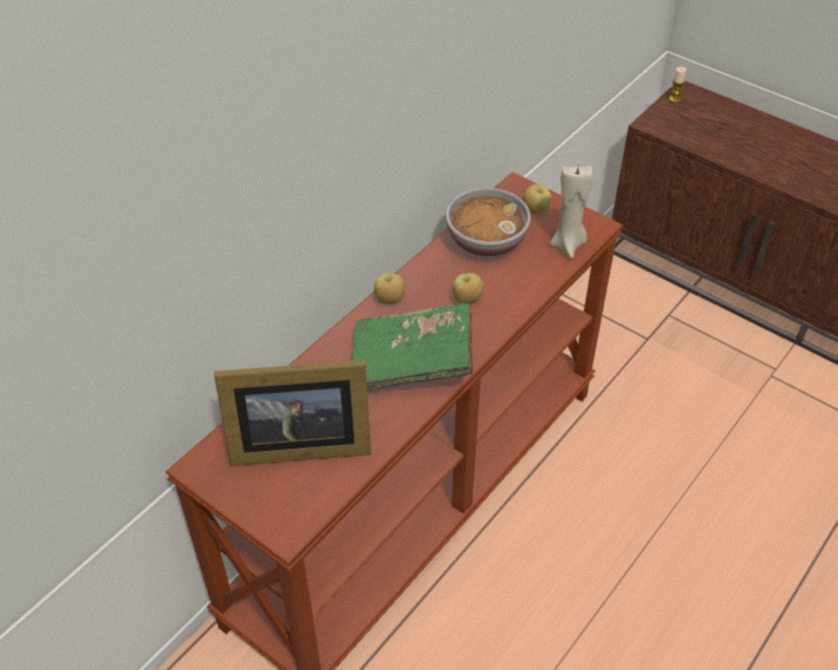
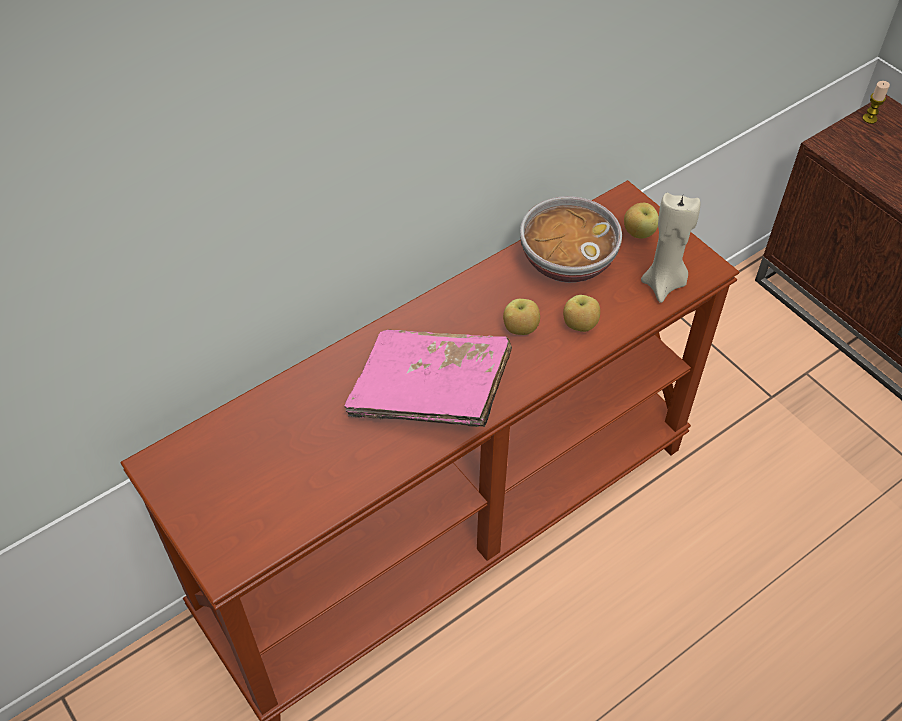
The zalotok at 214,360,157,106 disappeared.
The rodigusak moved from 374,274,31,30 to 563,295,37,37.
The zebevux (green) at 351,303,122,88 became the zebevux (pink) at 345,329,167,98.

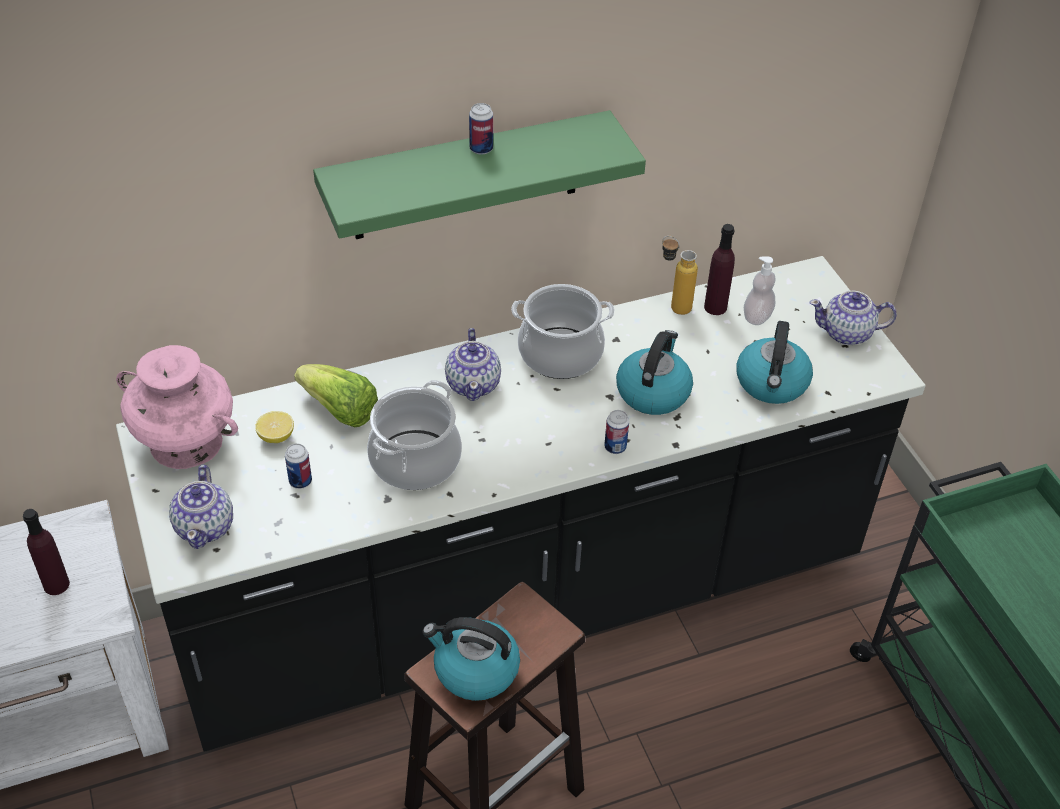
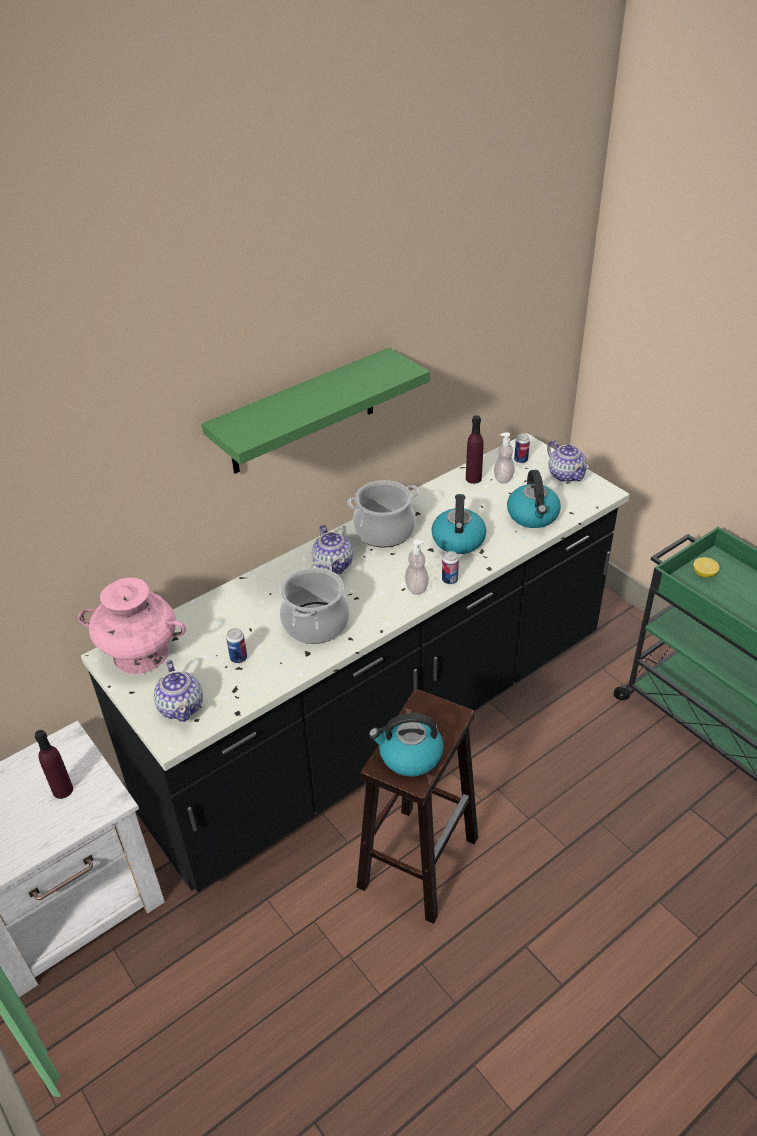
The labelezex at 294,364,84,63 disappeared.
The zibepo at 662,236,36,79 disappeared.
The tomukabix at 405,539,24,56 appeared.
The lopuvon moved from 255,411,39,32 to 693,557,27,21.
The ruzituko moved from 469,103,24,52 to 514,434,16,29.
The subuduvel at 809,291,88,54 turned 105 degrees counterclockwise.

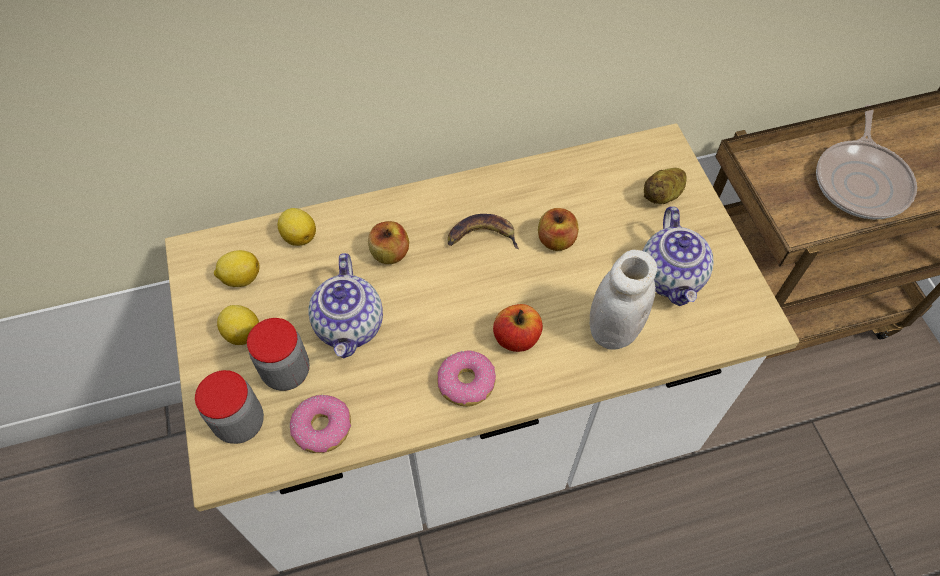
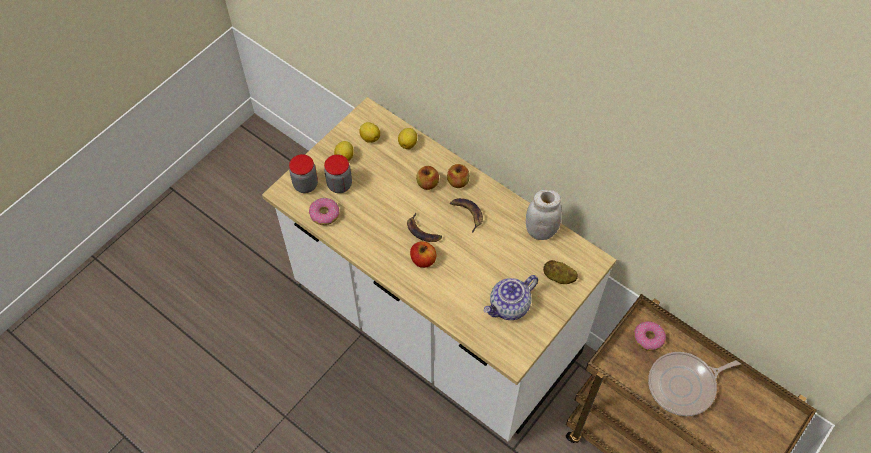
The subuduvel at 309,253,74,106 disappeared.
The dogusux at 407,213,35,29 appeared.
The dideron moved from 437,351,59,56 to 634,321,32,30.
The rodigusak moved from 538,208,41,43 to 447,164,23,24.
The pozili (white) moved from 590,250,67,99 to 526,190,36,50.

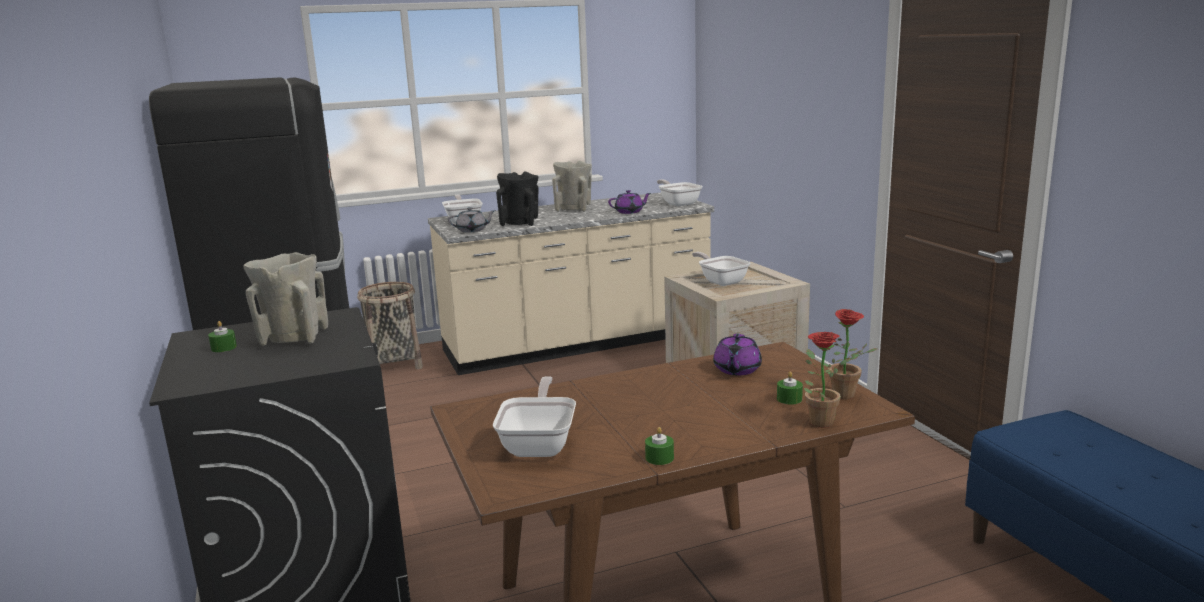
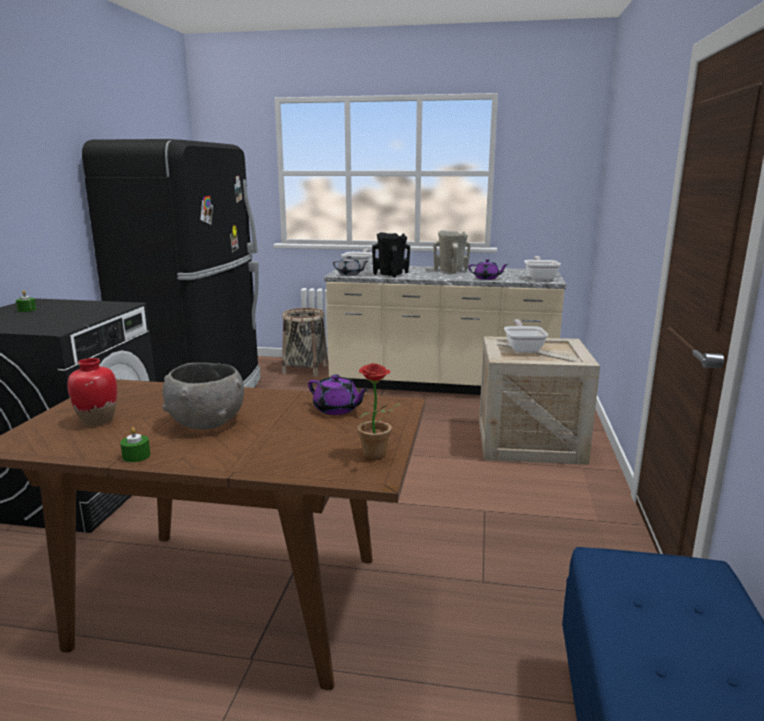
The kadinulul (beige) at 243,252,85,94 disappeared.
The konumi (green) at 777,371,26,33 disappeared.
The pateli at 804,332,44,96 disappeared.
The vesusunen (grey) at 162,363,82,66 appeared.
The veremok at 493,376,83,81 was replaced by the kadinulul (red) at 67,358,50,68.
The subuduvel (purple) at 713,333,49,42 turned 105 degrees counterclockwise.

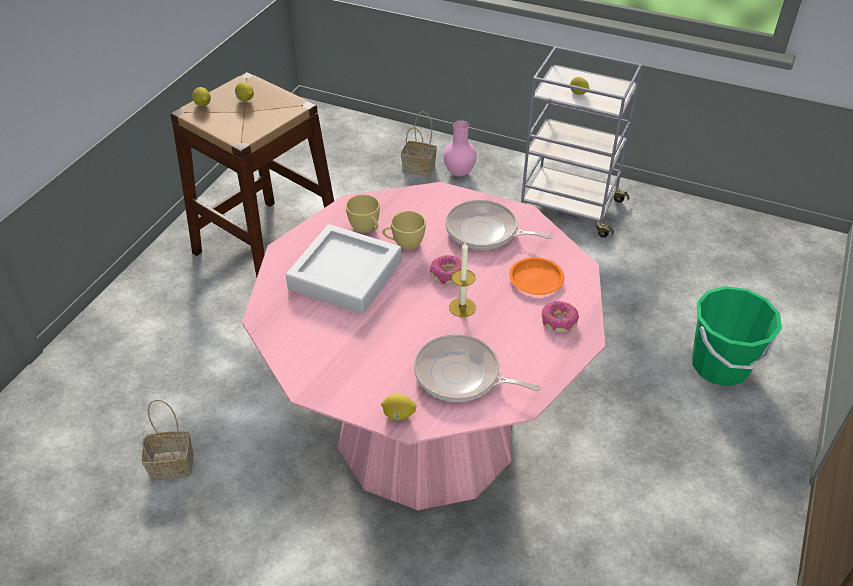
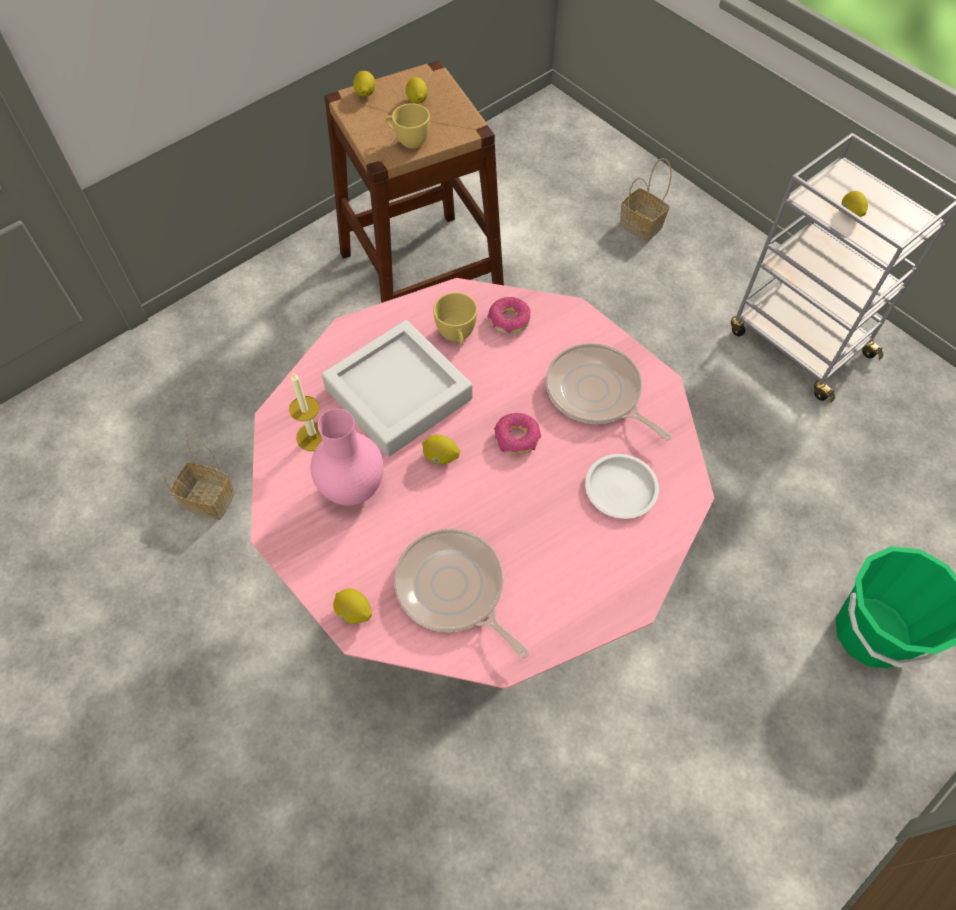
The lopuvon at 422,434,38,31 appeared.
The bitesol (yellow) moved from 382,211,44,39 to 385,103,45,46.
The kadinulul (pink) moved from 444,120,33,57 to 310,409,74,97.
The konumi moved from 449,242,27,75 to 289,373,33,78.
The dideron moved from 541,301,38,31 to 488,297,43,37.
The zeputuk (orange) at 509,257,55,38 became the zeputuk (white) at 585,454,74,65.

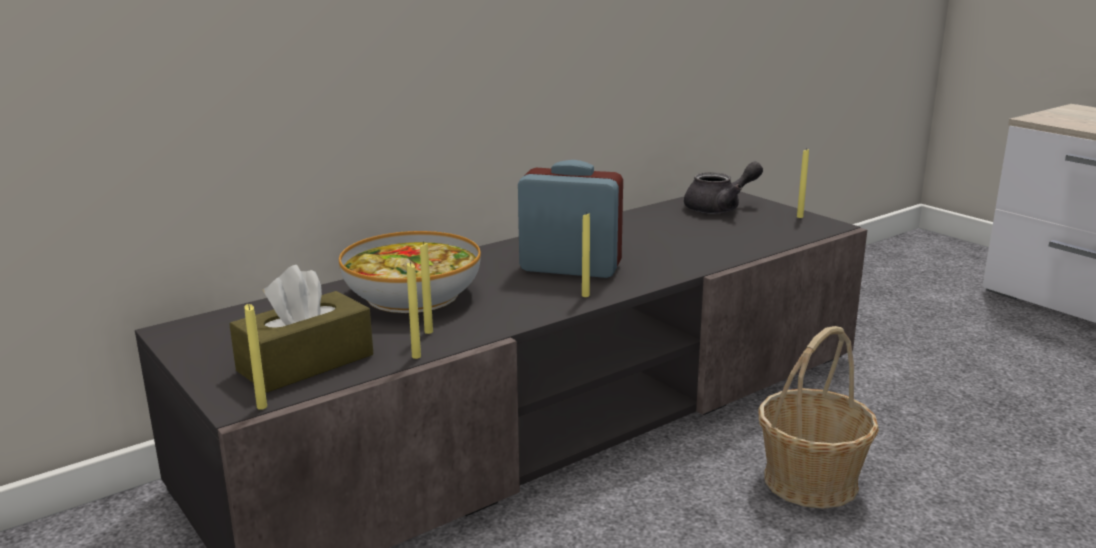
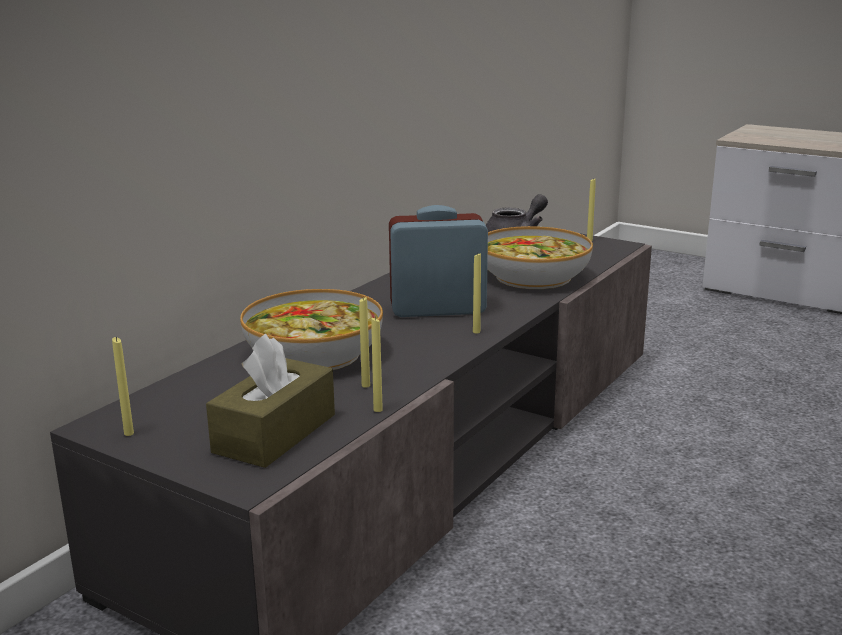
The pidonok at 758,326,121,183 disappeared.
The vesusunen at 487,226,106,63 appeared.
The konumi (yellow) moved from 244,304,23,106 to 112,337,22,99.

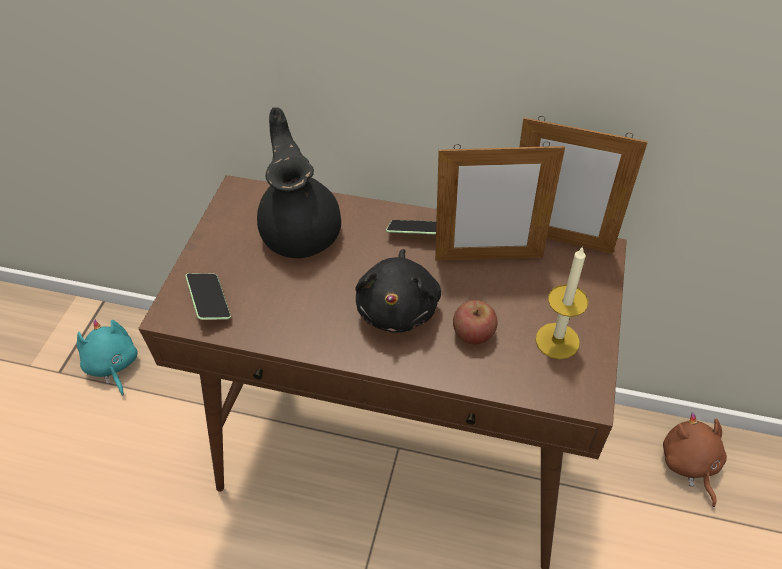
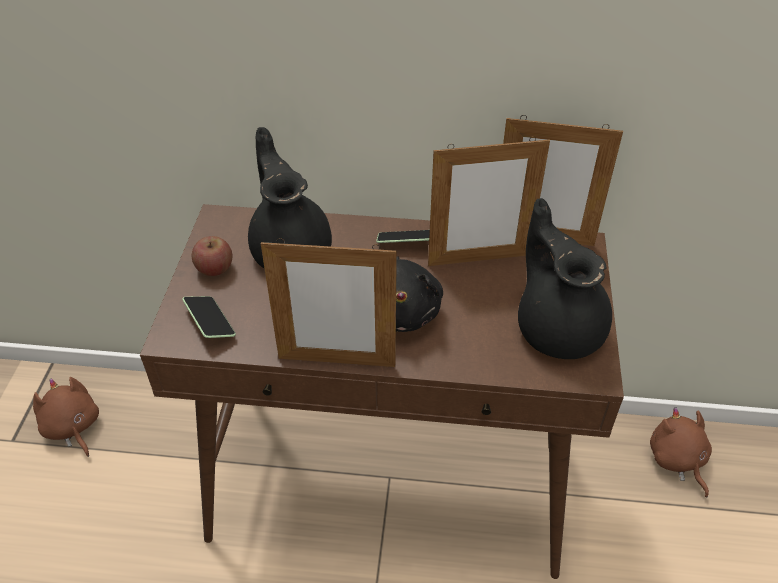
The zalotok at 261,238,136,129 appeared.
The rodigusak moved from 453,300,44,44 to 192,236,41,40.
The konumi at 535,246,53,113 was replaced by the subuduvel (black) at 518,198,94,161.
The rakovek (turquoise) at 77,319,60,77 became the rakovek (brown) at 33,377,66,80.

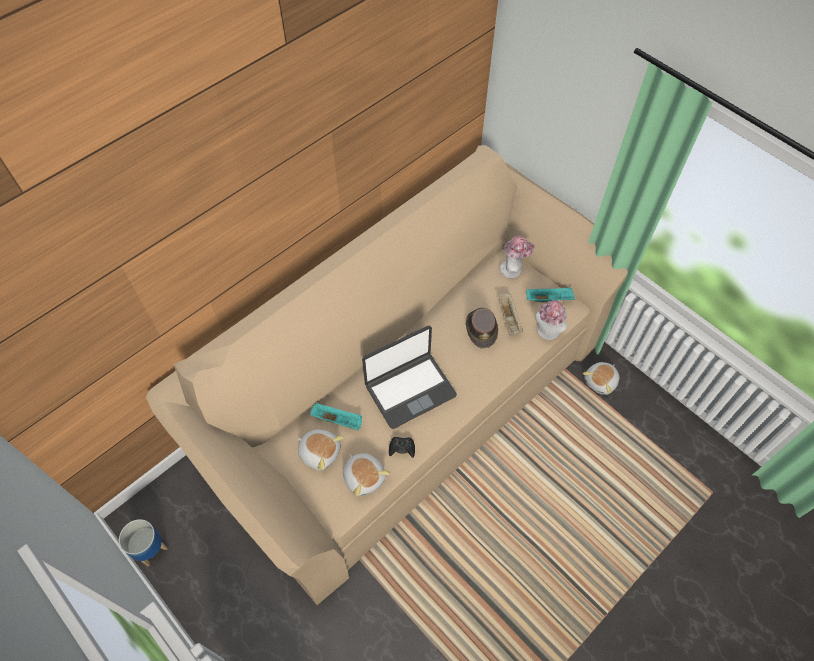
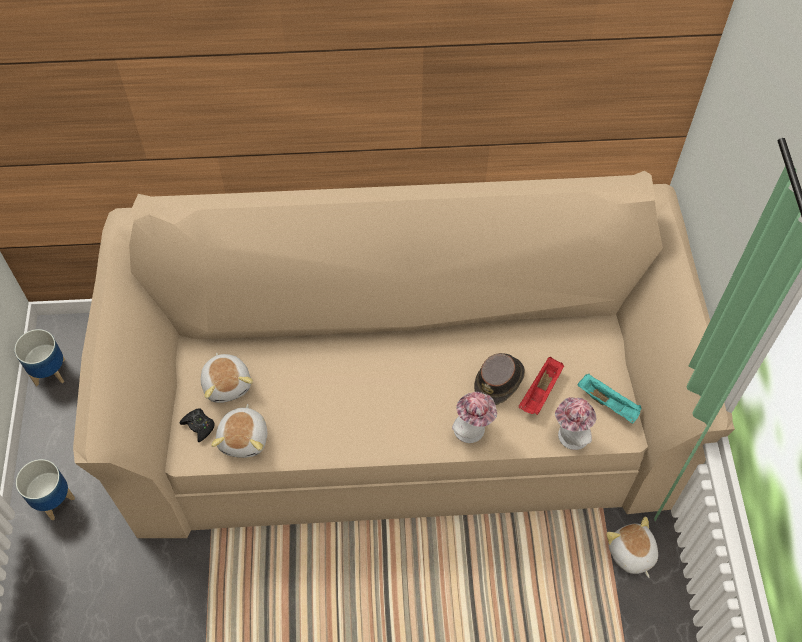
The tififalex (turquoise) at 310,403,52,28 disappeared.
The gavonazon at 362,326,95,103 disappeared.
The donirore at 16,459,59,61 appeared.
The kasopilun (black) moved from 389,437,26,21 to 180,408,35,34.
The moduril moved from 500,236,35,42 to 452,392,45,51.
The tififalex (beige) at 498,293,25,42 became the tififalex (red) at 518,357,46,58.
The rakovek at 583,362,37,33 turned 75 degrees clockwise.

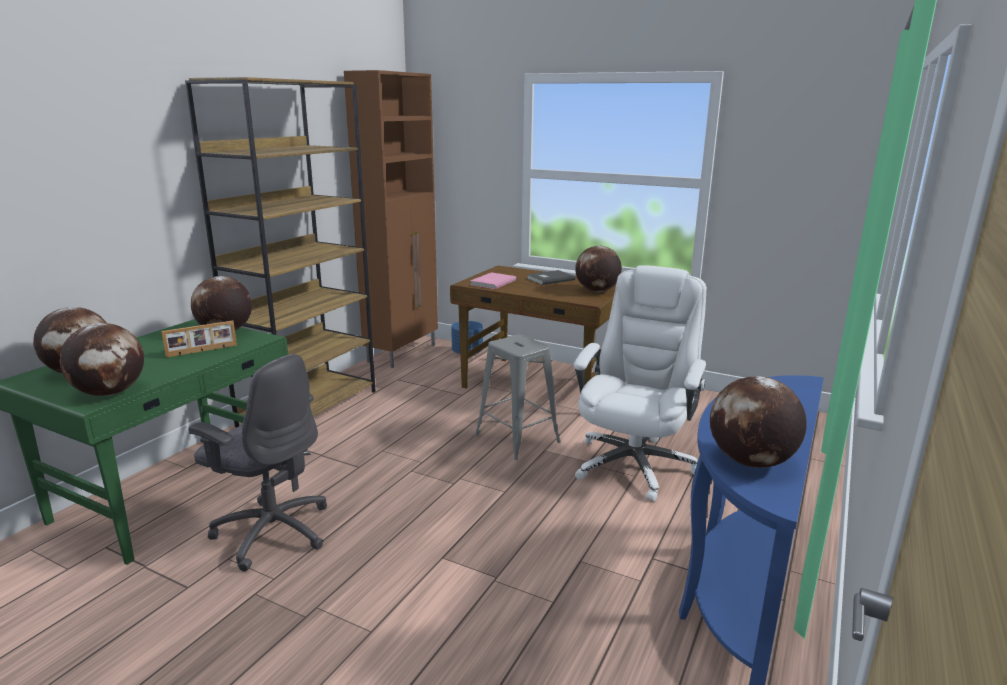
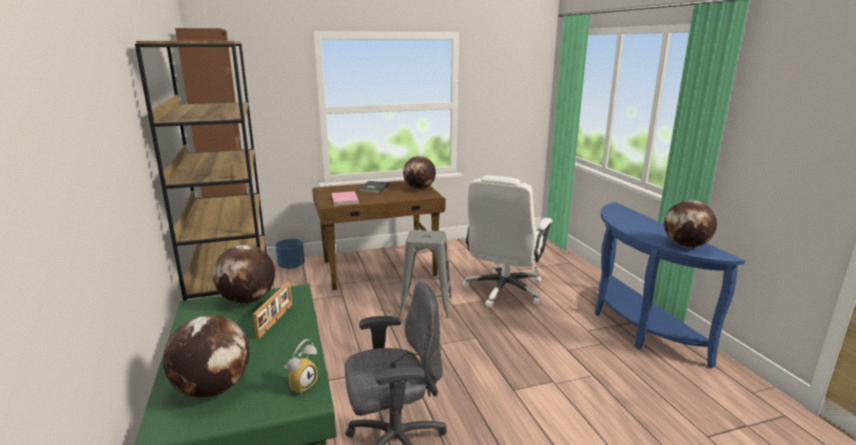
The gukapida at 60,323,84,73 was replaced by the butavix at 284,339,34,56.
The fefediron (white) at 574,265,132,237 turned 135 degrees counterclockwise.

